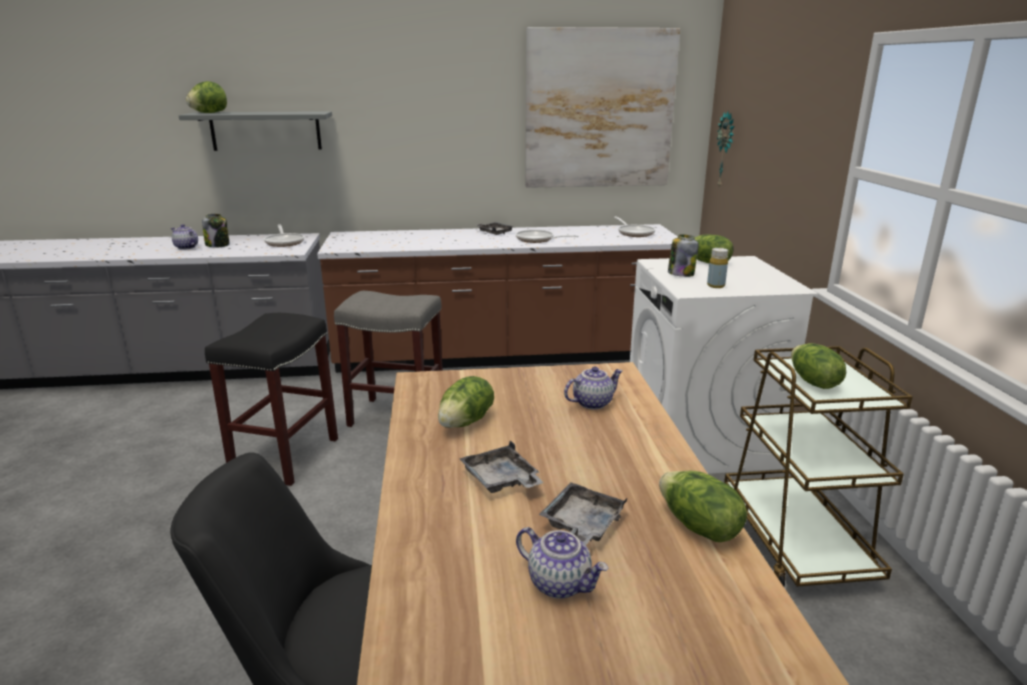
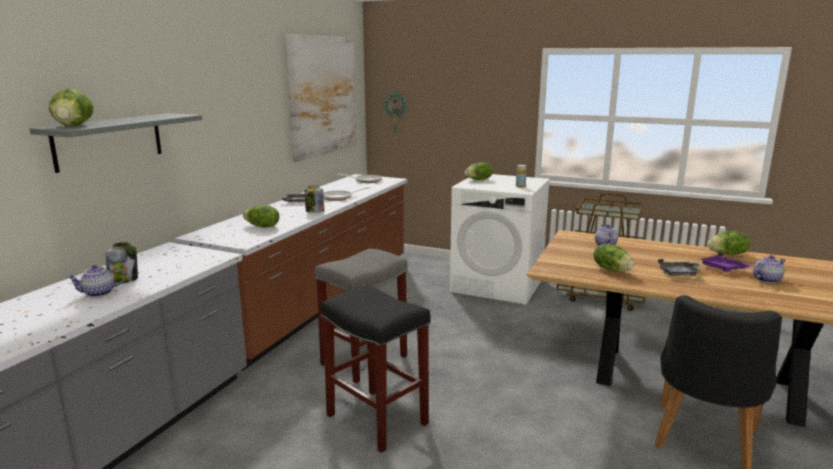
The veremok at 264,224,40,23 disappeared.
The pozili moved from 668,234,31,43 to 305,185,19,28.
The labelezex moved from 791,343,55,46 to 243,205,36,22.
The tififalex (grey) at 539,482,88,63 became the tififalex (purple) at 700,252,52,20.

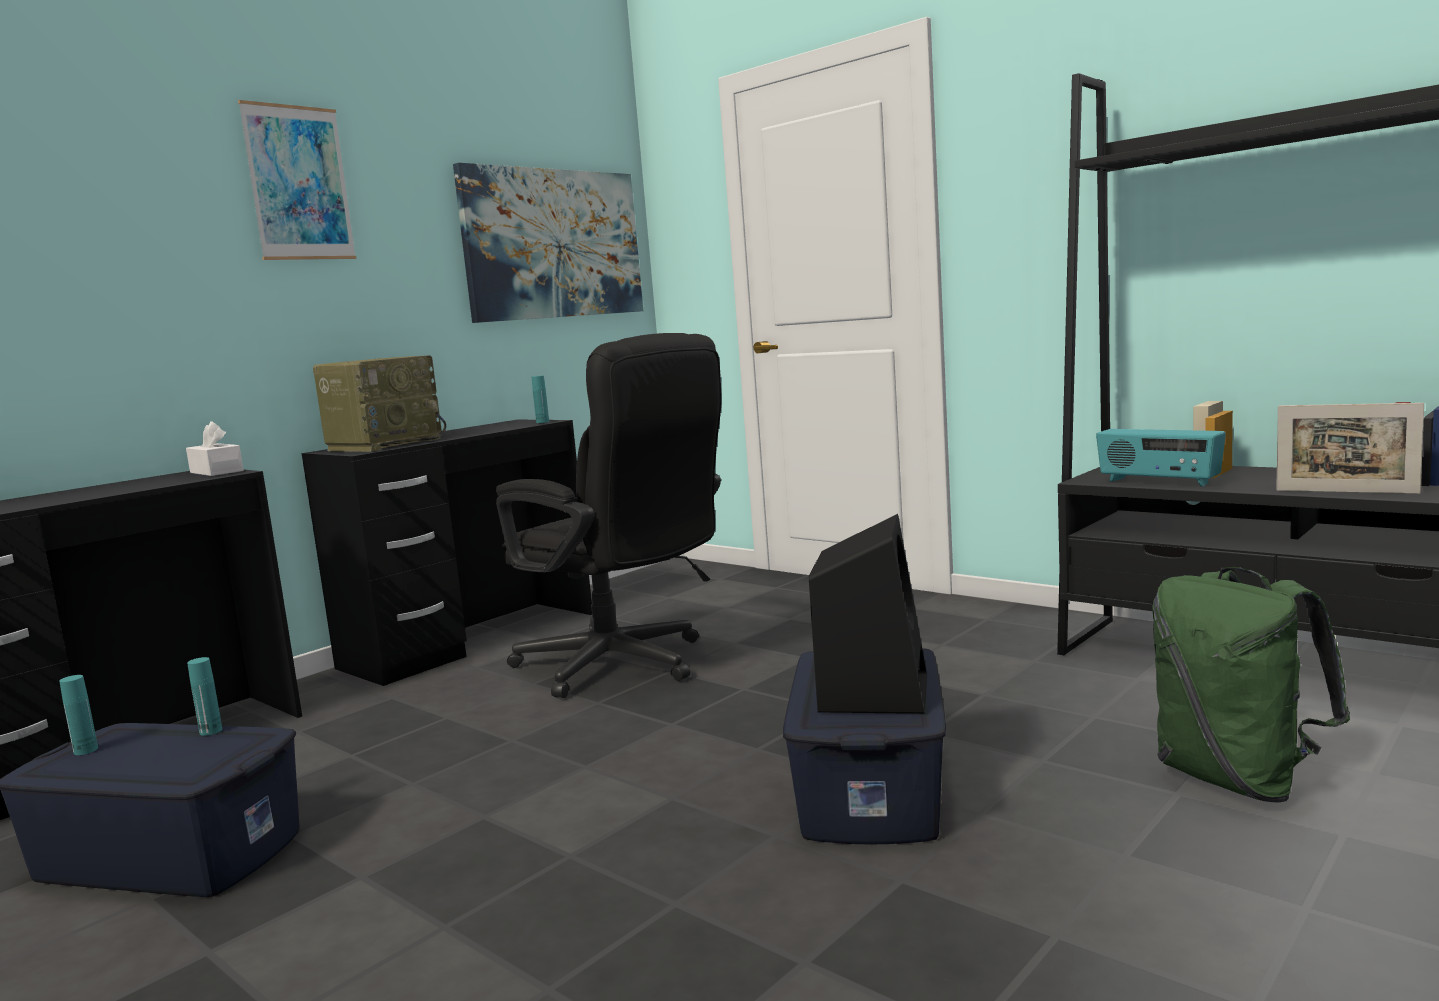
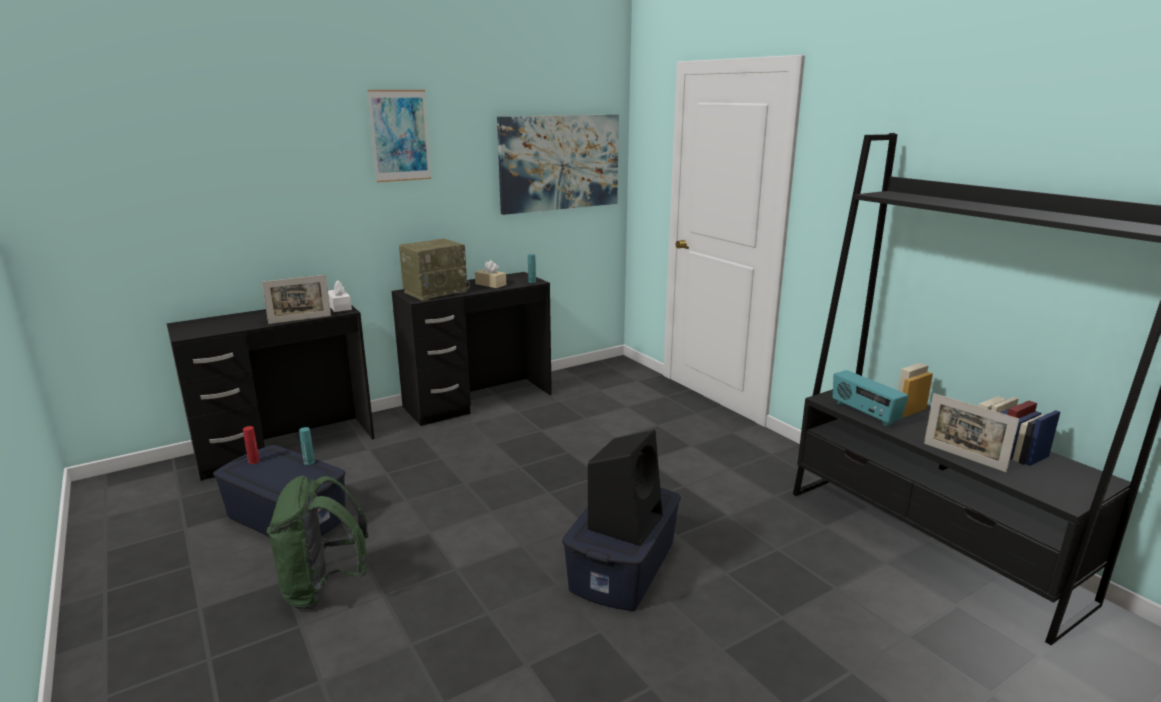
The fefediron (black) at 496,333,226,365 disappeared.
The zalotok at 262,275,69,49 appeared.
The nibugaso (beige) at 475,260,31,28 appeared.
The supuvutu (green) moved from 1152,567,198,236 to 266,476,103,133.
The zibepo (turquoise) at 59,675,39,80 became the zibepo (red) at 243,426,17,38.

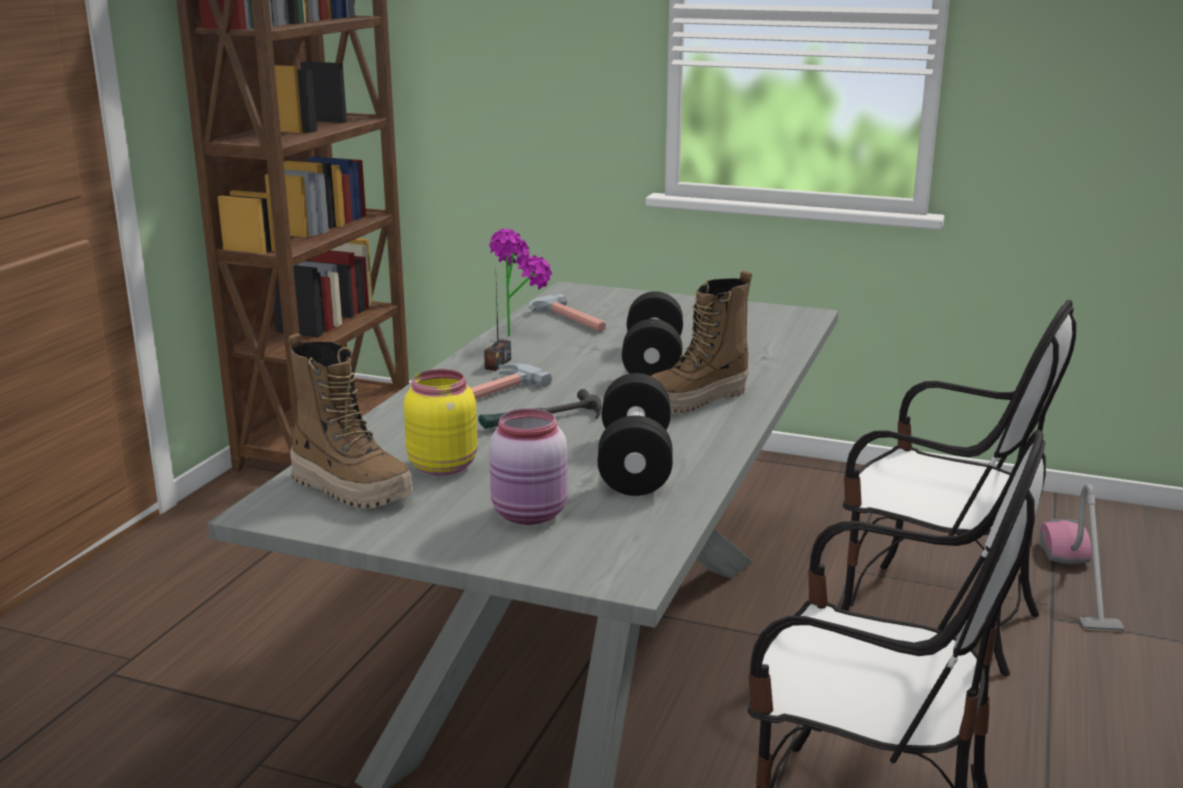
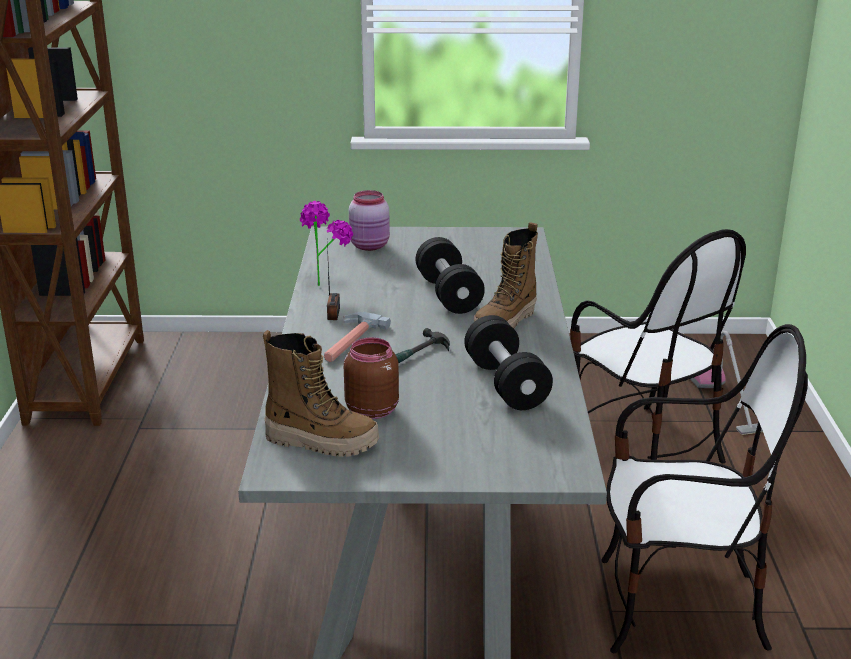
The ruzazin at 529,294,77,38 disappeared.
The pozili (pink) moved from 489,409,79,116 to 349,190,41,61.
The pozili (yellow) at 404,369,74,107 became the pozili (brown) at 344,338,55,81.
The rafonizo at 841,300,235,376 turned 45 degrees clockwise.

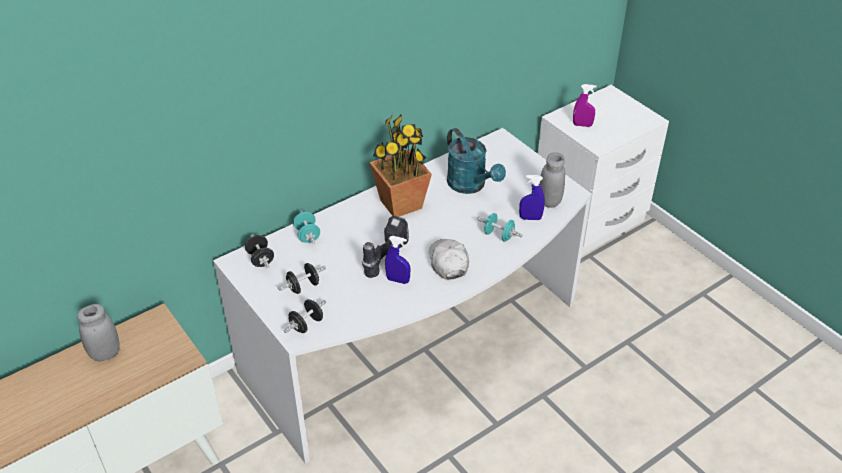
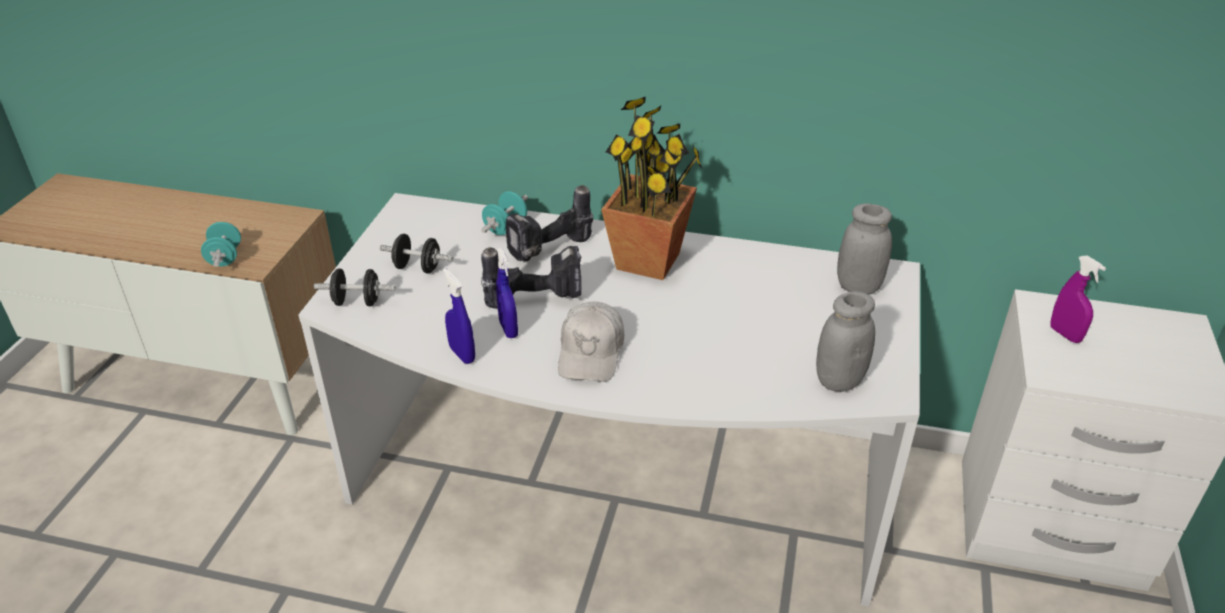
The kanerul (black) at 245,234,29,35 disappeared.
The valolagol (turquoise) at 447,128,59,66 disappeared.
The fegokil at 506,185,87,76 appeared.
The pozili (grey) moved from 77,304,43,58 to 837,203,55,92.
The kanerul (turquoise) moved from 477,213,46,29 to 201,222,40,45.
The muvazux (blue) moved from 519,175,26,45 to 443,268,32,96.
The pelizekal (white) at 429,239,40,41 turned 150 degrees clockwise.

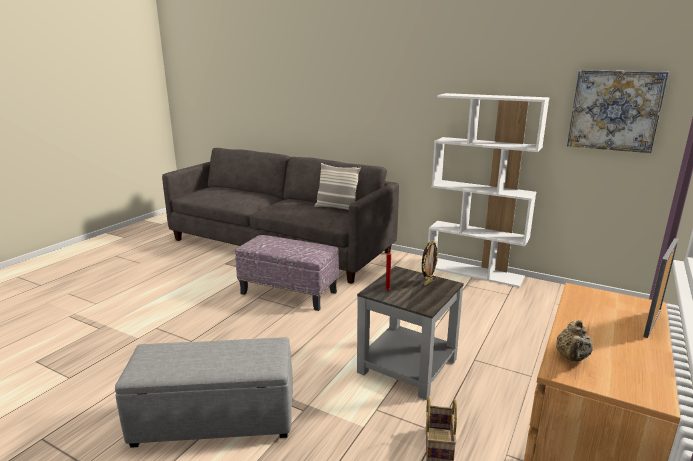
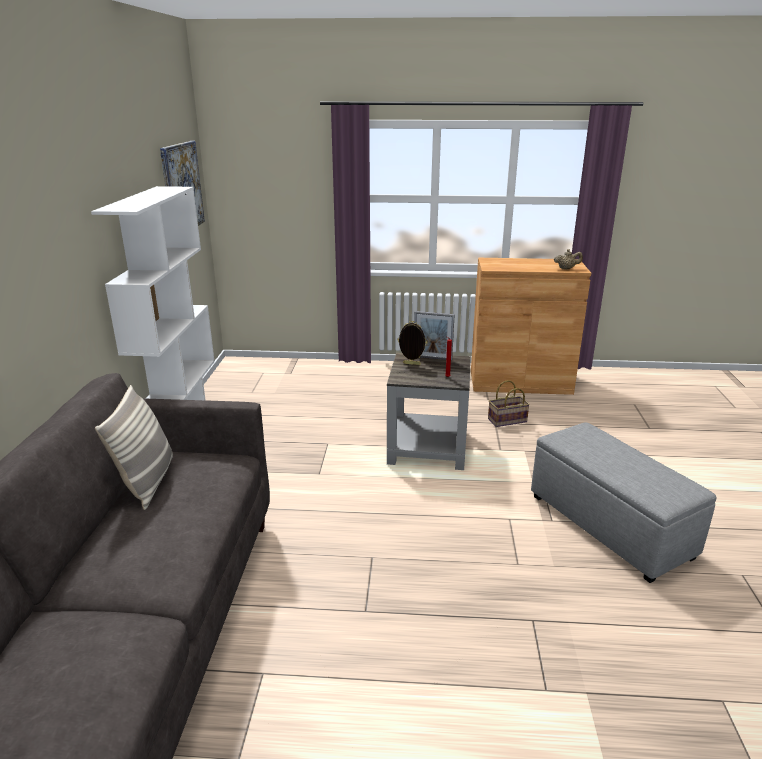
The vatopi at 235,235,104,76 disappeared.
The zalotok moved from 643,238,36,100 to 414,311,41,50.

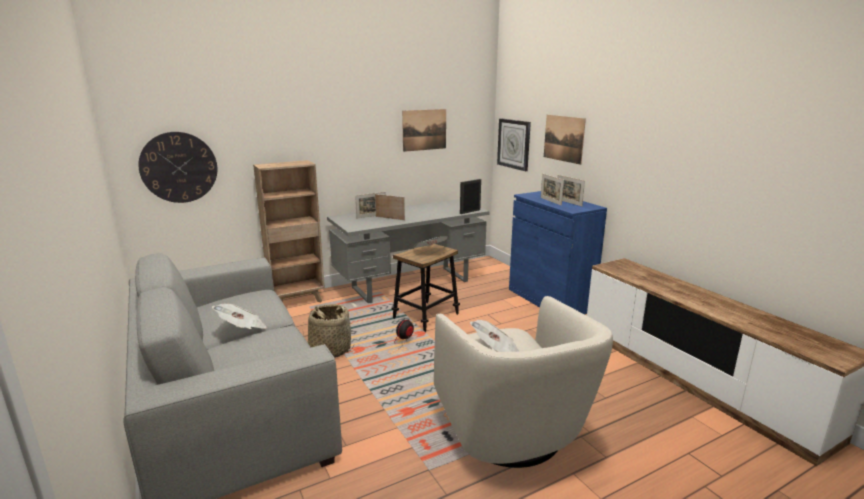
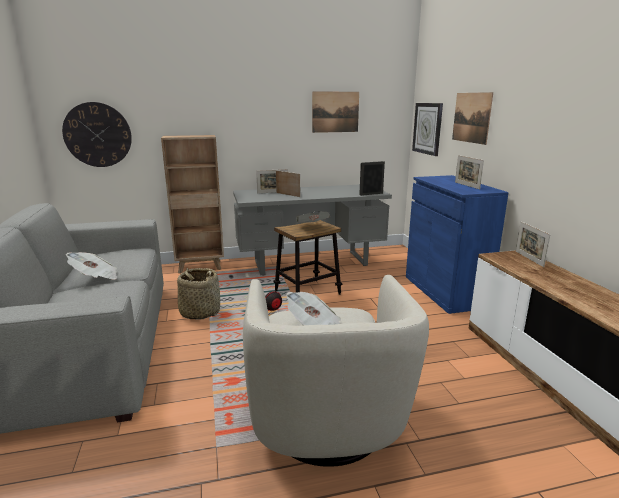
The zalotok moved from 541,174,23,32 to 516,221,34,46.

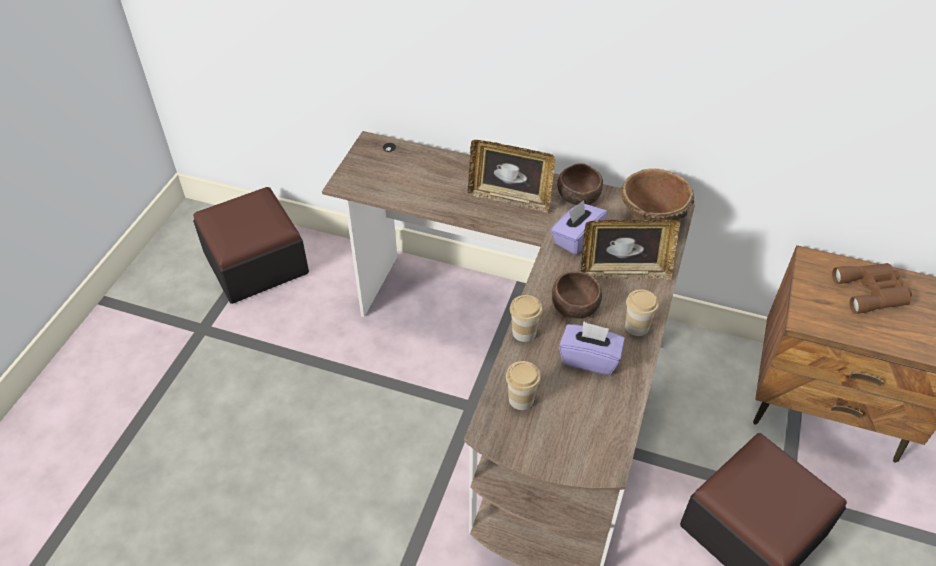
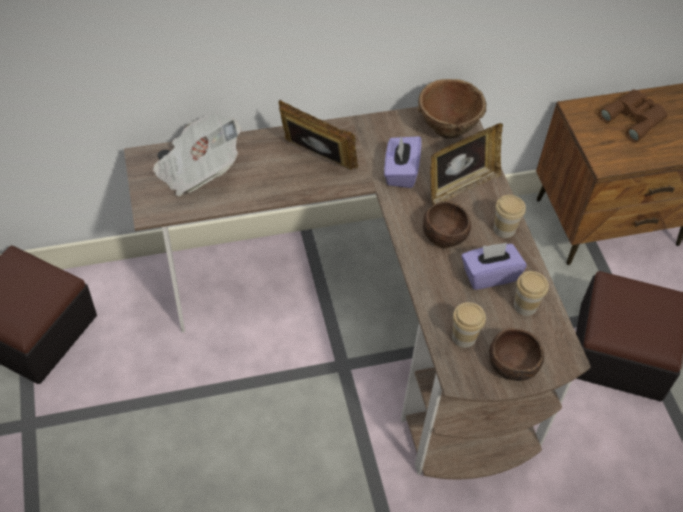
The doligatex at 153,112,88,85 appeared.
The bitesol moved from 510,295,33,47 to 514,271,35,45.
The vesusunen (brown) moved from 557,163,46,42 to 489,328,55,53.
The zalotok at 468,140,87,73 turned 135 degrees counterclockwise.

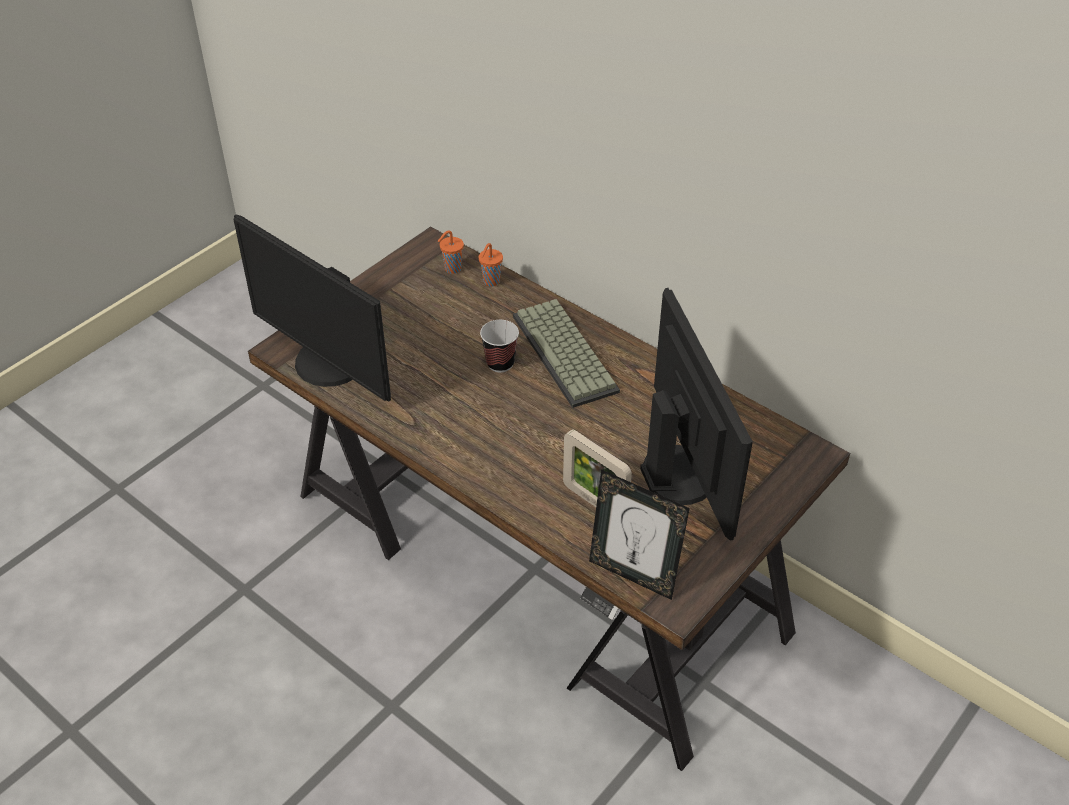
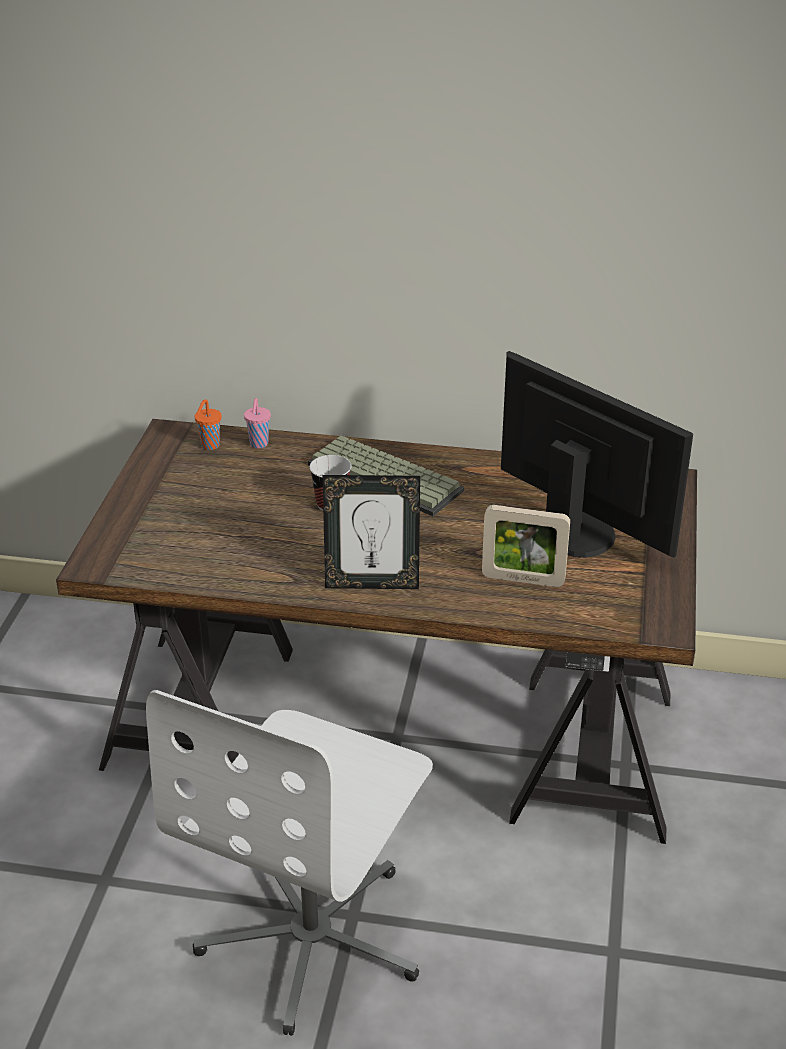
The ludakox at 233,215,158,187 disappeared.
The fefediron (white) at 146,690,287,346 appeared.
The zalotok moved from 589,469,101,131 to 323,475,97,114.
The bitesol (orange) at 479,243,24,43 became the bitesol (pink) at 244,398,27,50.

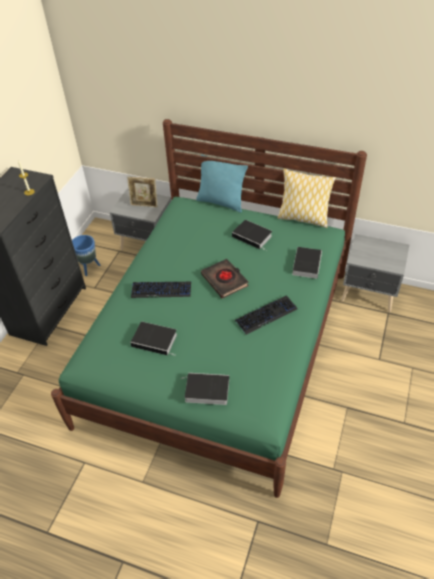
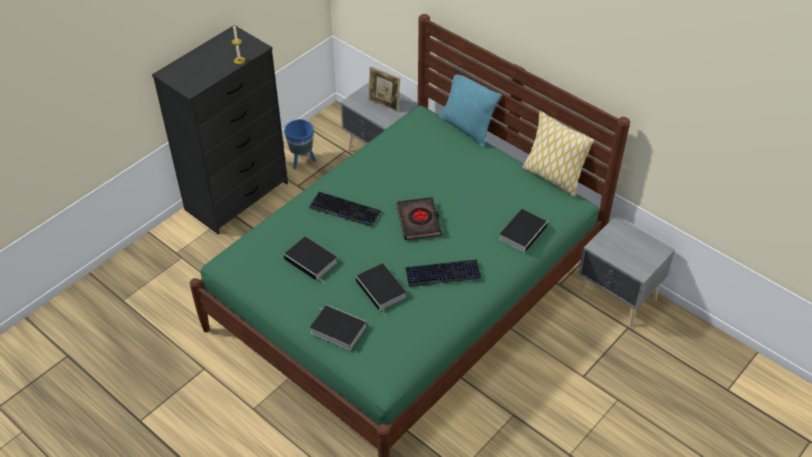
The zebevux moved from 232,220,40,31 to 356,263,50,53.

